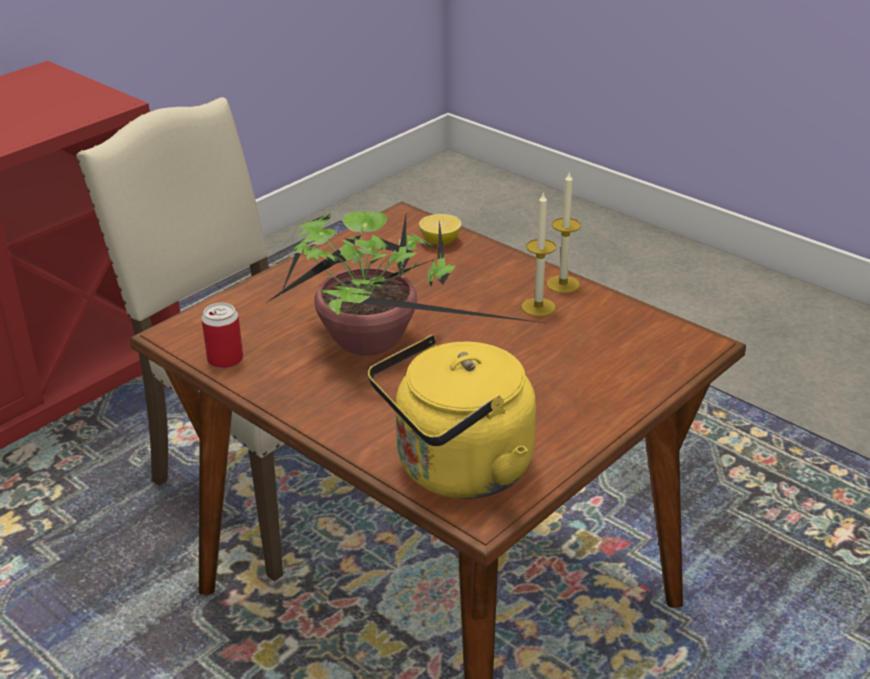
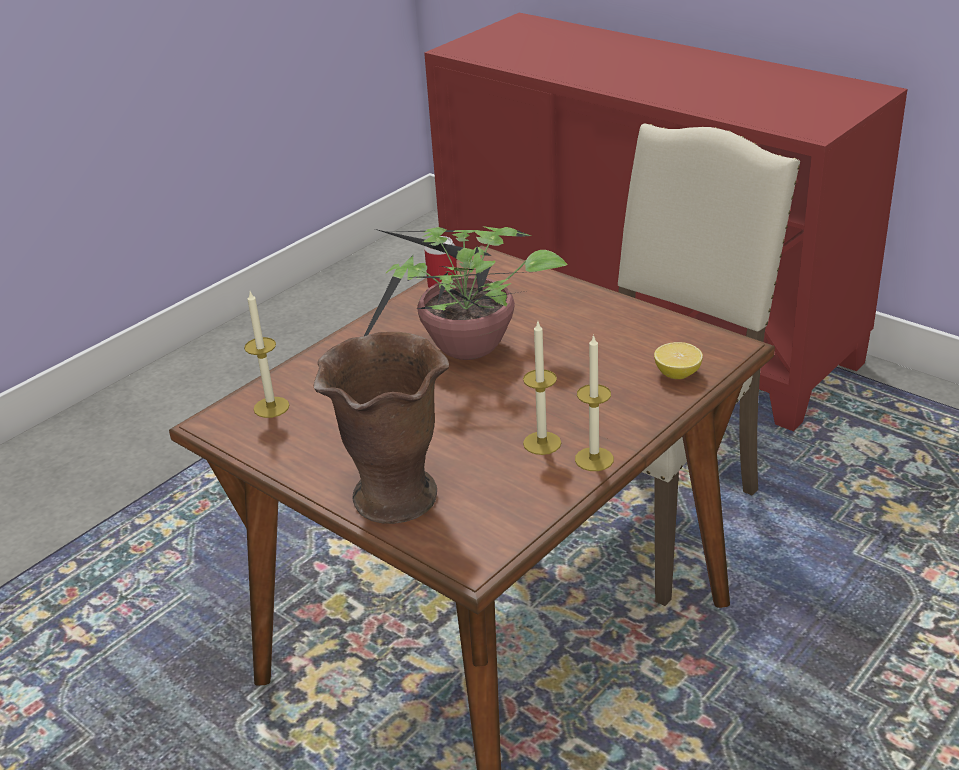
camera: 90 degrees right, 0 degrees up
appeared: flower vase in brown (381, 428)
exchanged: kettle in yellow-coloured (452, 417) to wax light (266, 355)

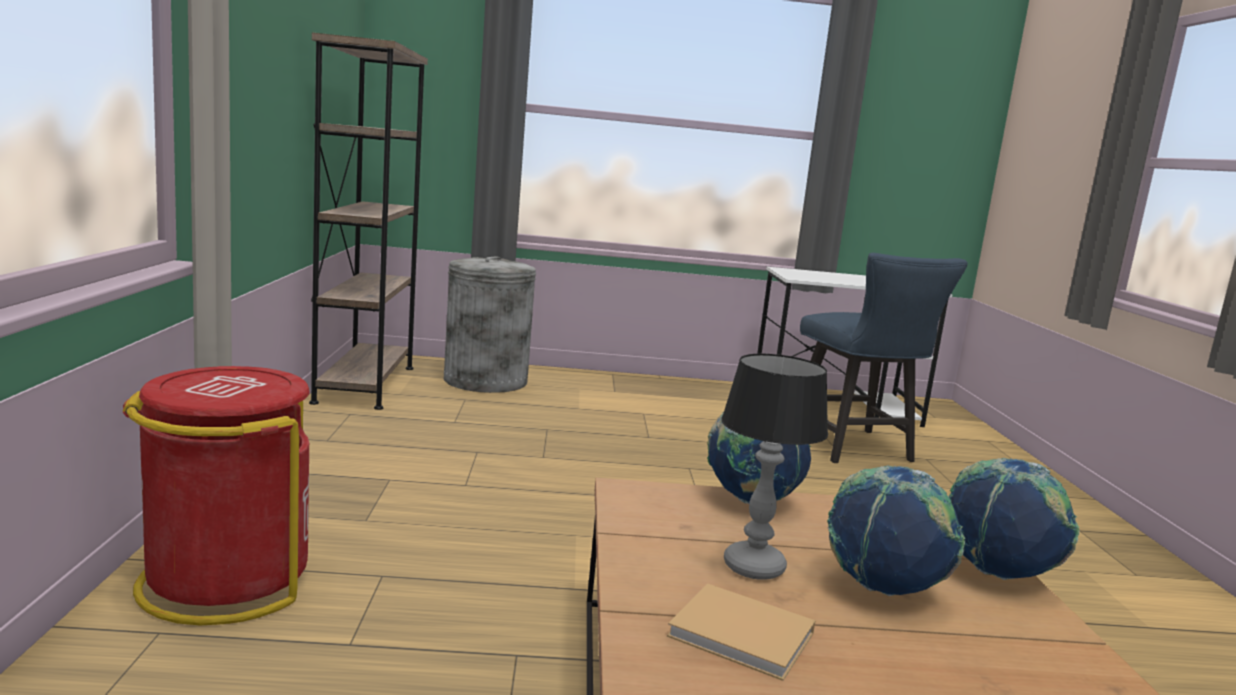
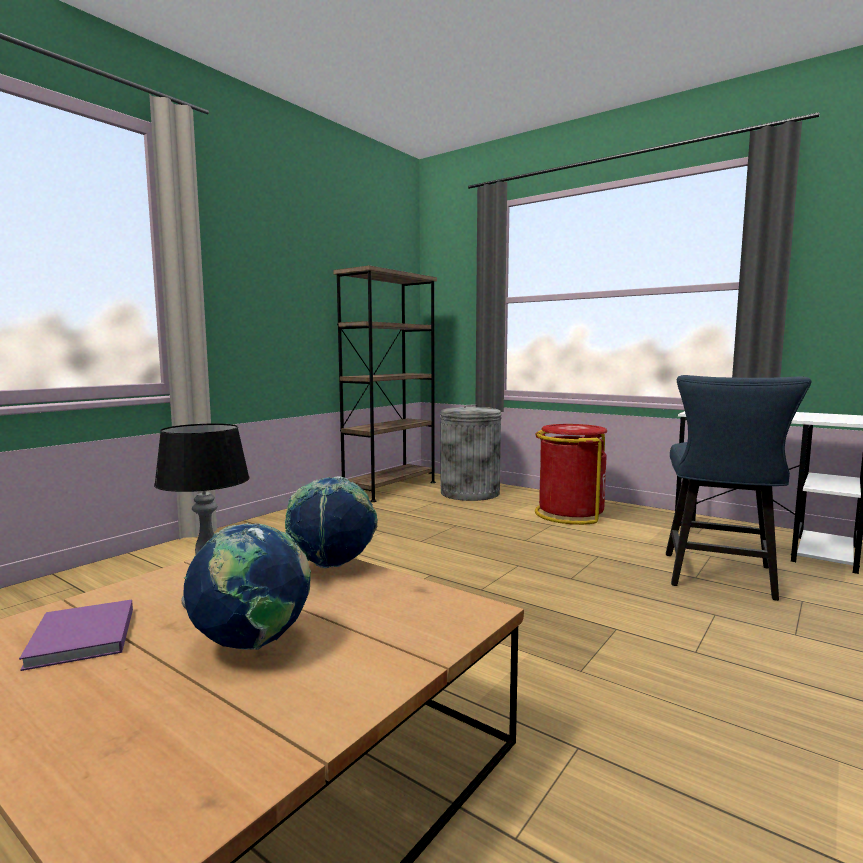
camera: 40 degrees right, 5 degrees down
missing: world globe (1014, 519)
relocated: rubbish bin in red (216, 495) to (571, 474)
colour: bound book in sand-coloured (741, 632) to bound book in purplish (76, 635)

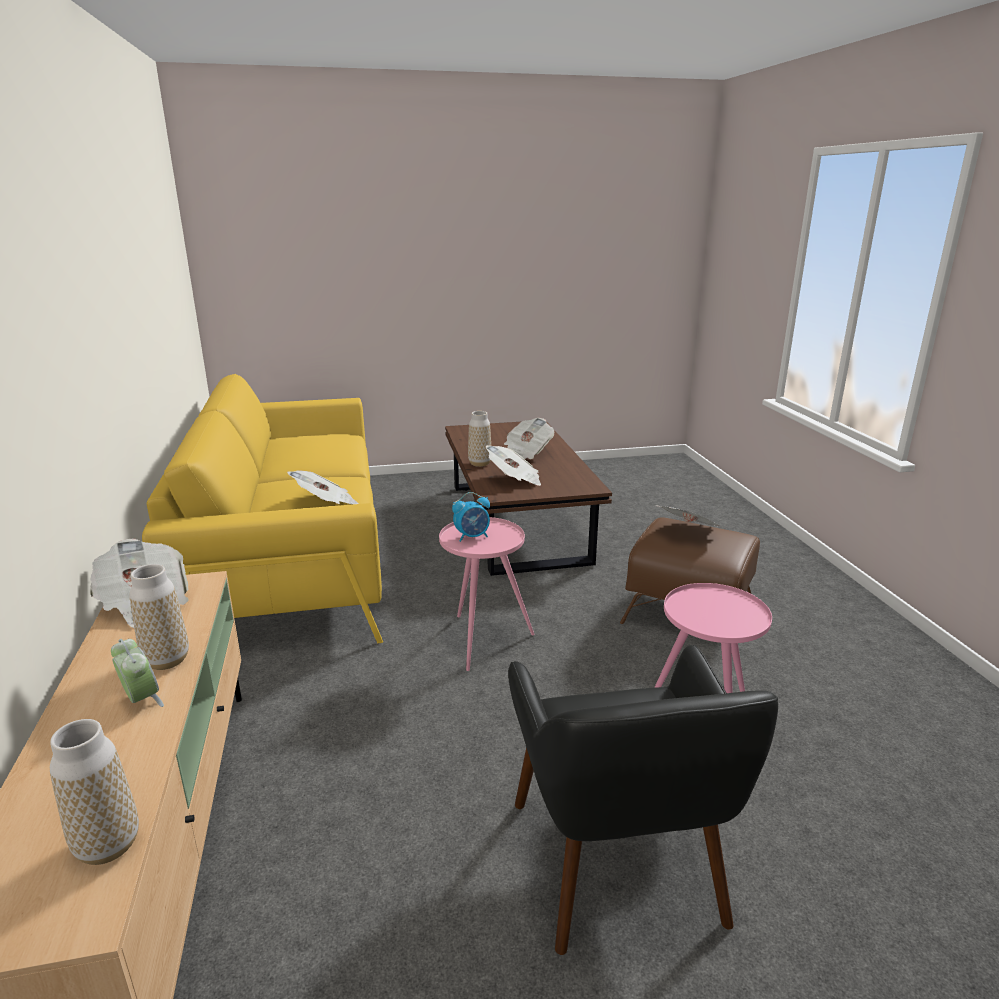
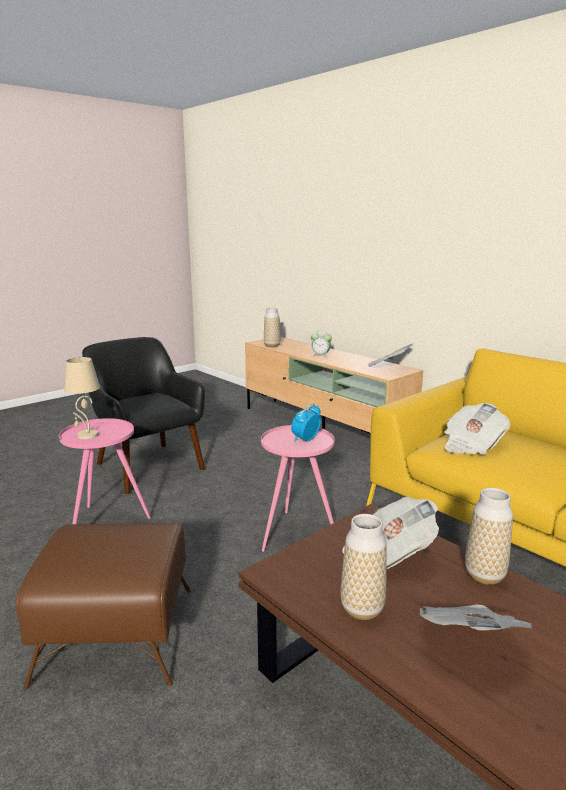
camera: 150 degrees right, 5 degrees down
missing: newspaper (687, 515)
appeared: lamp for a table in sand-coloured (82, 398)
relocated: flower vase (159, 617) to (363, 567)

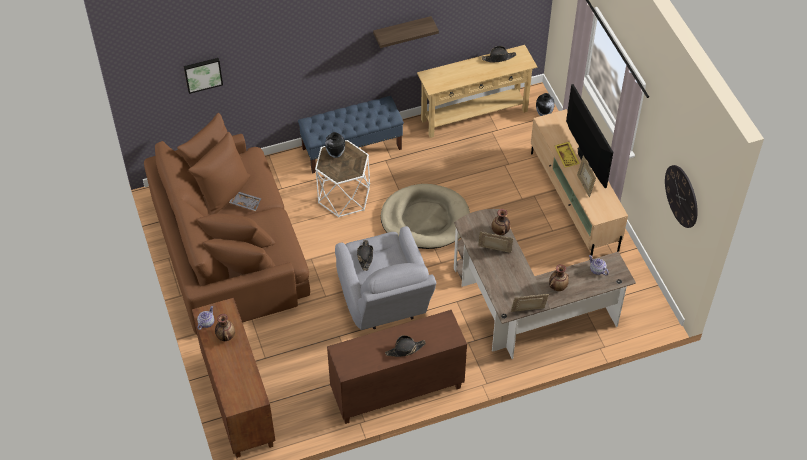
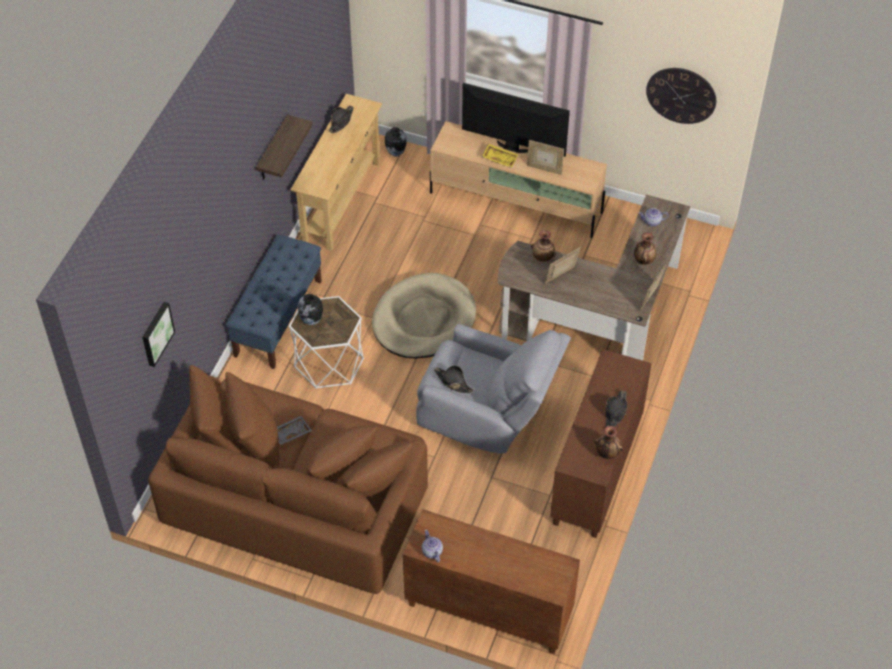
camera: 50 degrees left, 0 degrees up
relocated: flower vase (225, 327) to (608, 442)

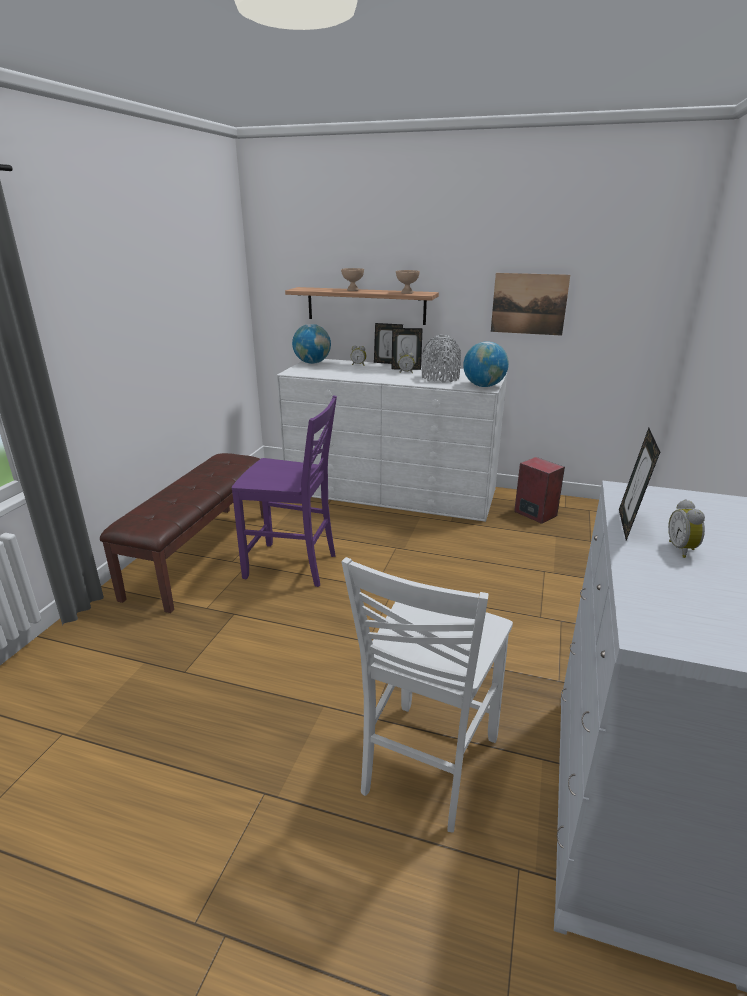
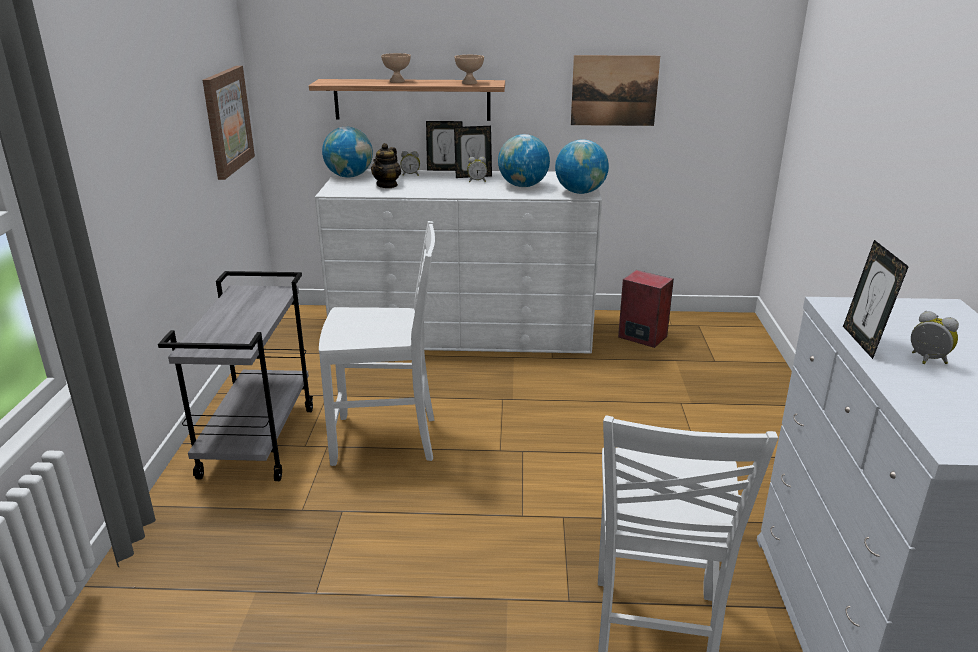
camera: 15 degrees left, 0 degrees up
appeared: wall art (229, 123); teapot (386, 165)
exchanged: indoor bench in brown (181, 533) to cart in greyish (235, 376); flower vase in greyish (441, 358) to world globe (524, 160)
colour: upright chair in purplish (284, 491) to upright chair in whitish (377, 343)
spun: alarm clock (686, 528) = (935, 337) 150 degrees clockwise

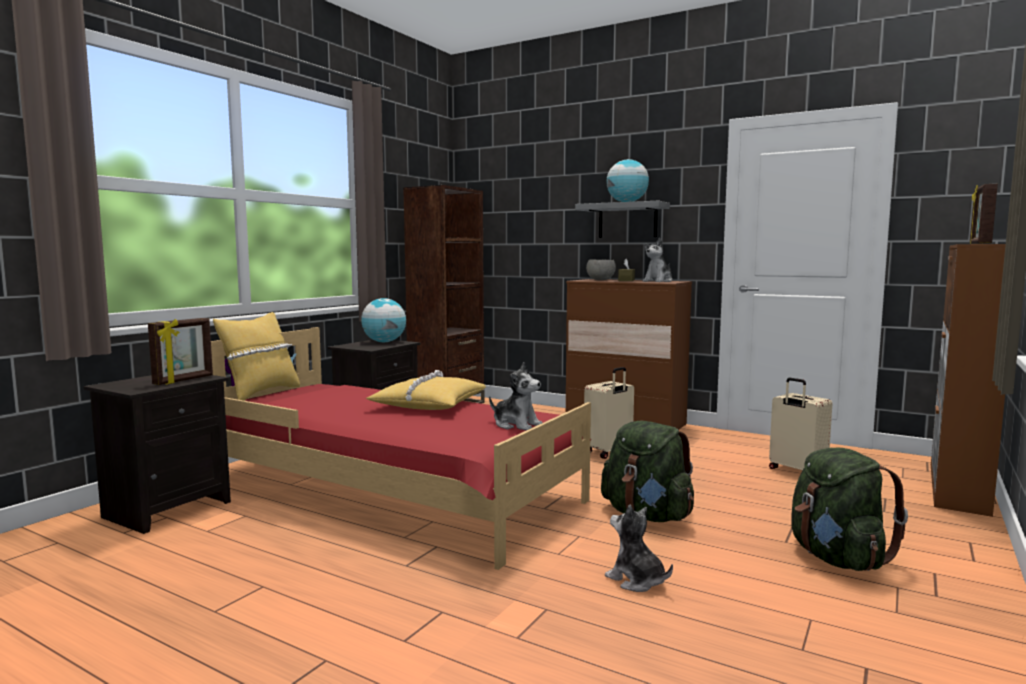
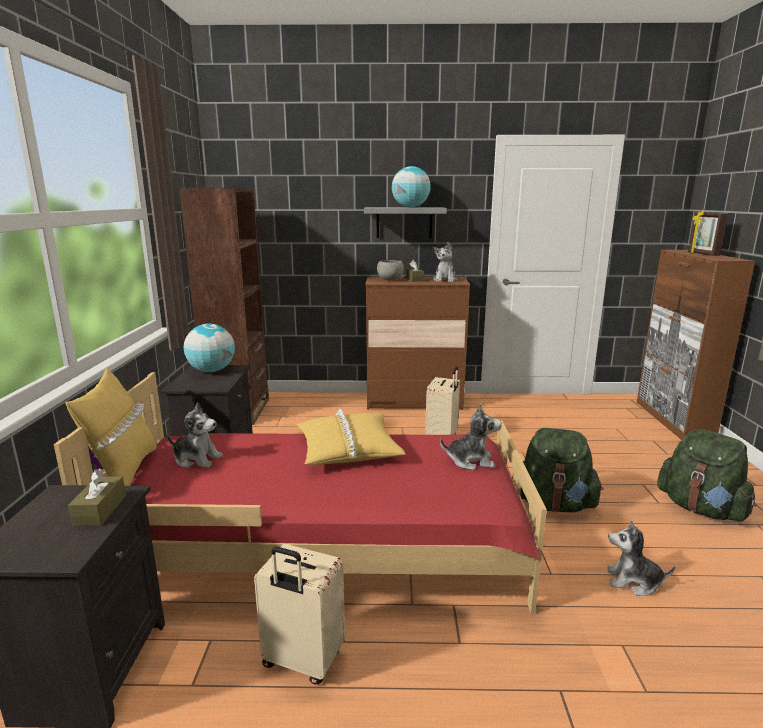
camera: 30 degrees left, 10 degrees up
appeared: soft toy (195, 435)
relocated: suitcase in sand-coloured (801, 424) to (299, 614)
exchanged: picture frame (180, 351) to box of tissues in brown (97, 497)

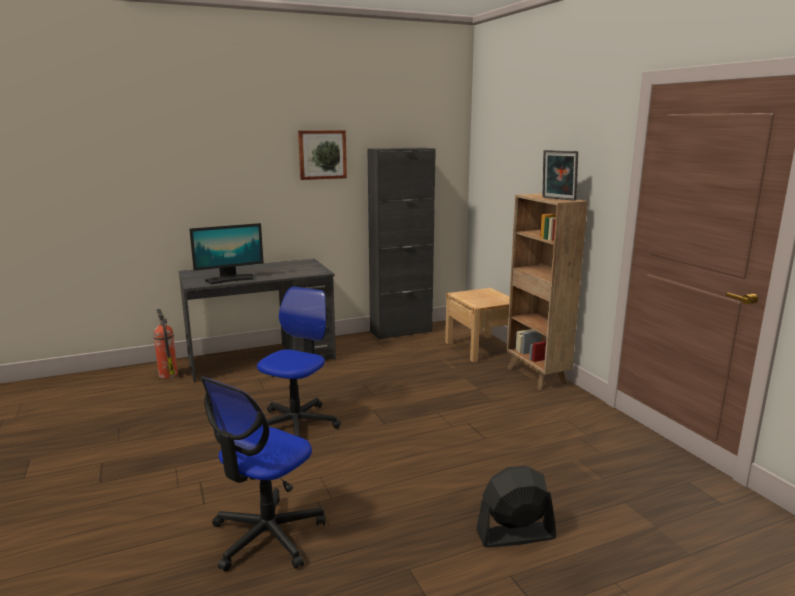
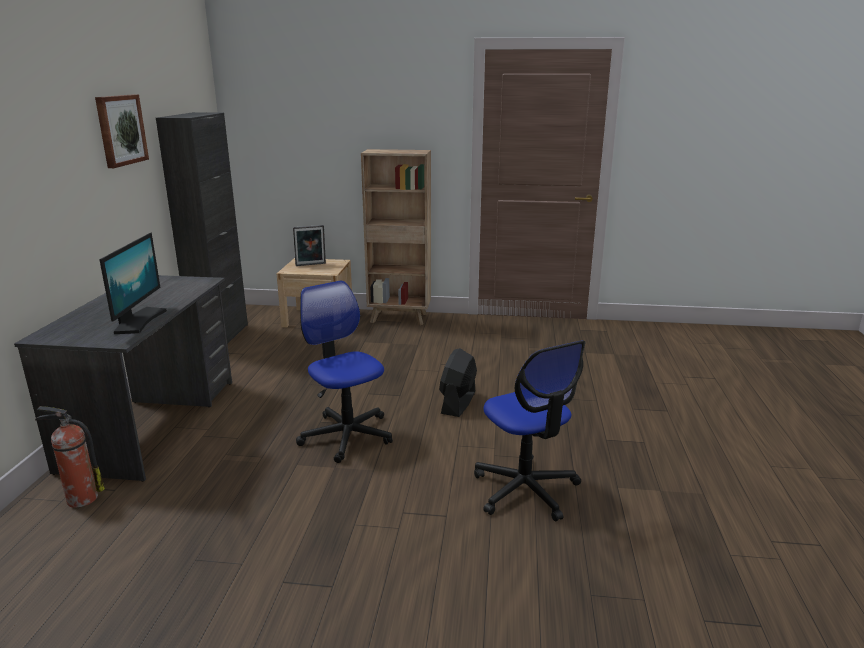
camera: 60 degrees left, 5 degrees up
relocated: picture frame (560, 175) to (309, 245); cooling fan in black (516, 507) to (458, 382)

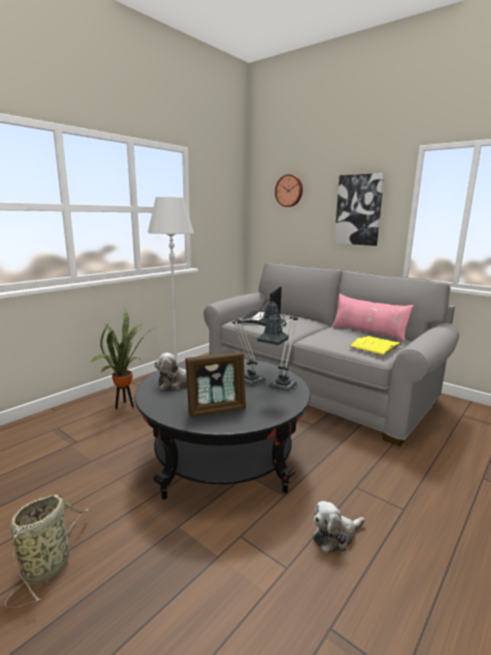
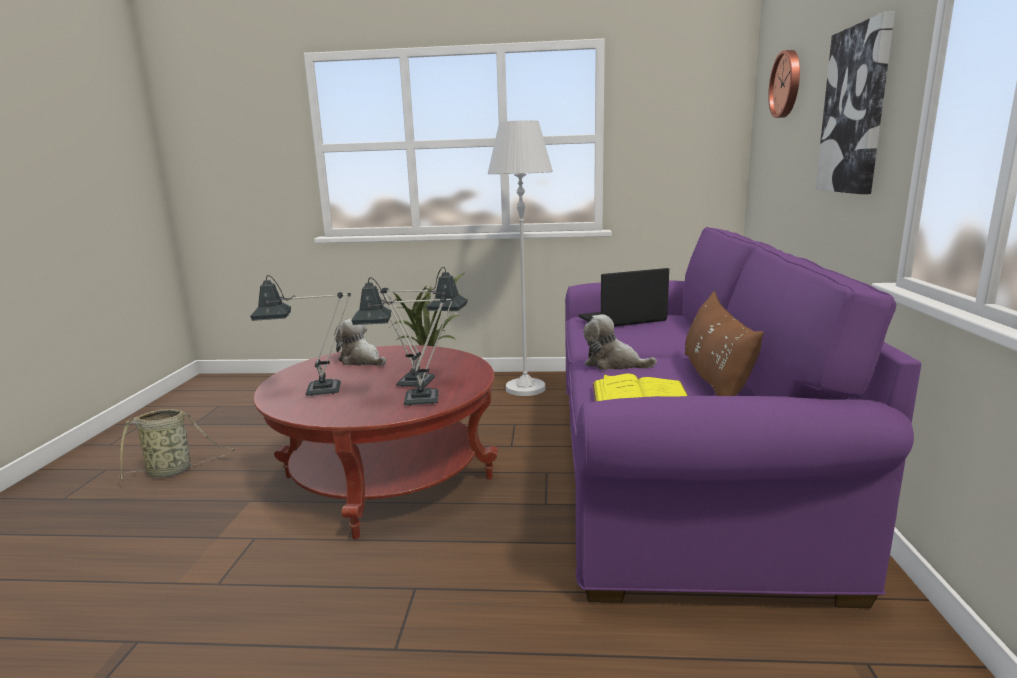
camera: 55 degrees right, 0 degrees up
relocated: soft toy (339, 527) to (620, 342)
exchanged: picture frame (215, 384) to lamp for a table (300, 335)
colour: coffee table in black (222, 429) to coffee table in red (375, 442); settee in greyish (331, 354) to settee in purplish (743, 417); throw pillow in pink-coloured (372, 317) to throw pillow in brown (724, 343)

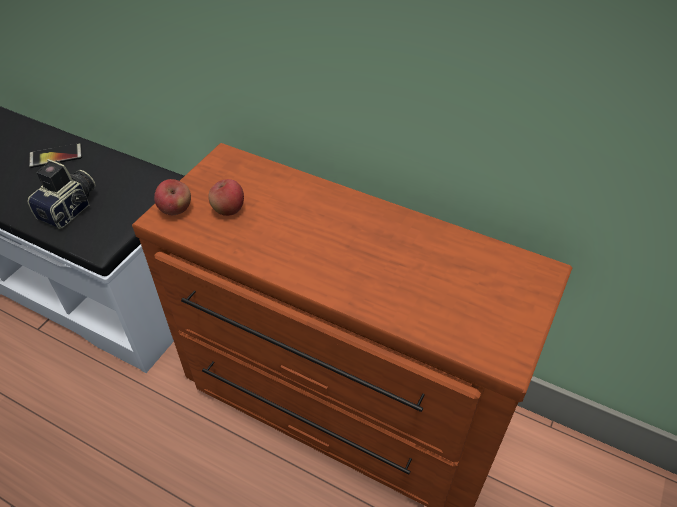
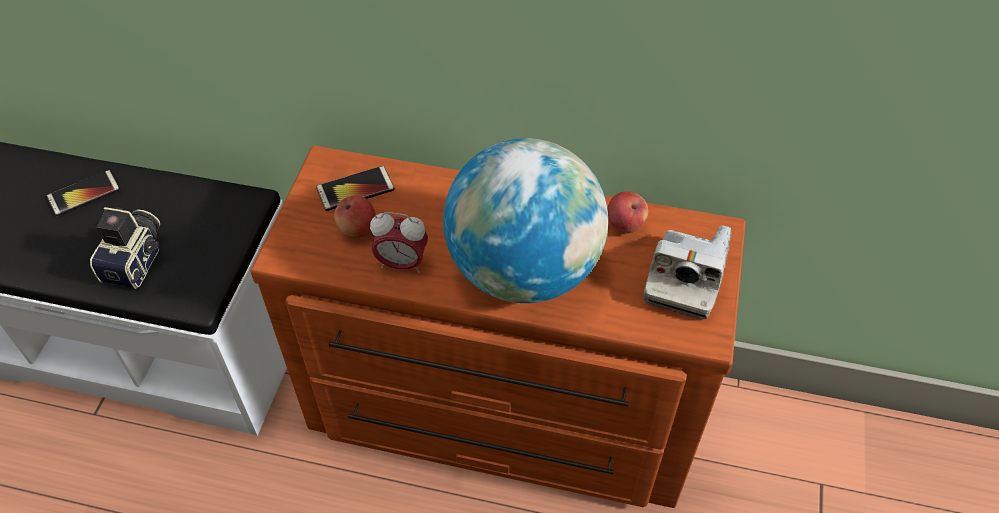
camera: 15 degrees left, 5 degrees up
appeared: phone (355, 188); alarm clock (399, 242); world globe (525, 220); photo camera (687, 272)
relocated: apple fruit (172, 197) to (627, 212)

